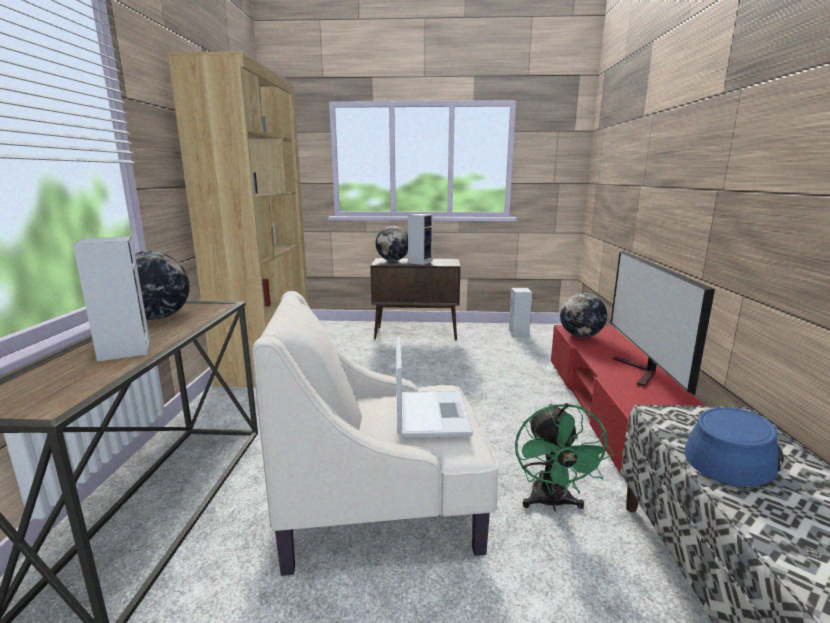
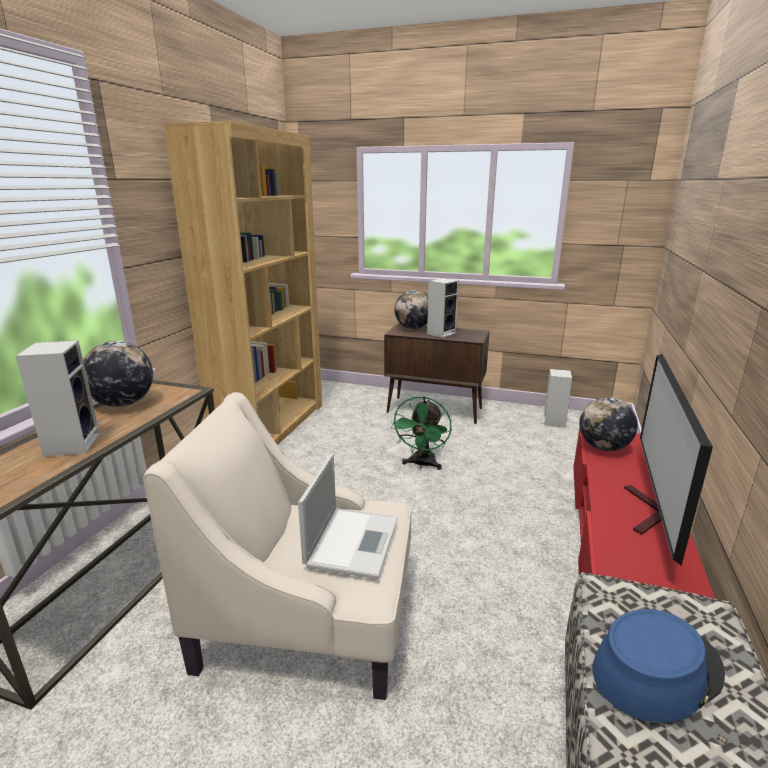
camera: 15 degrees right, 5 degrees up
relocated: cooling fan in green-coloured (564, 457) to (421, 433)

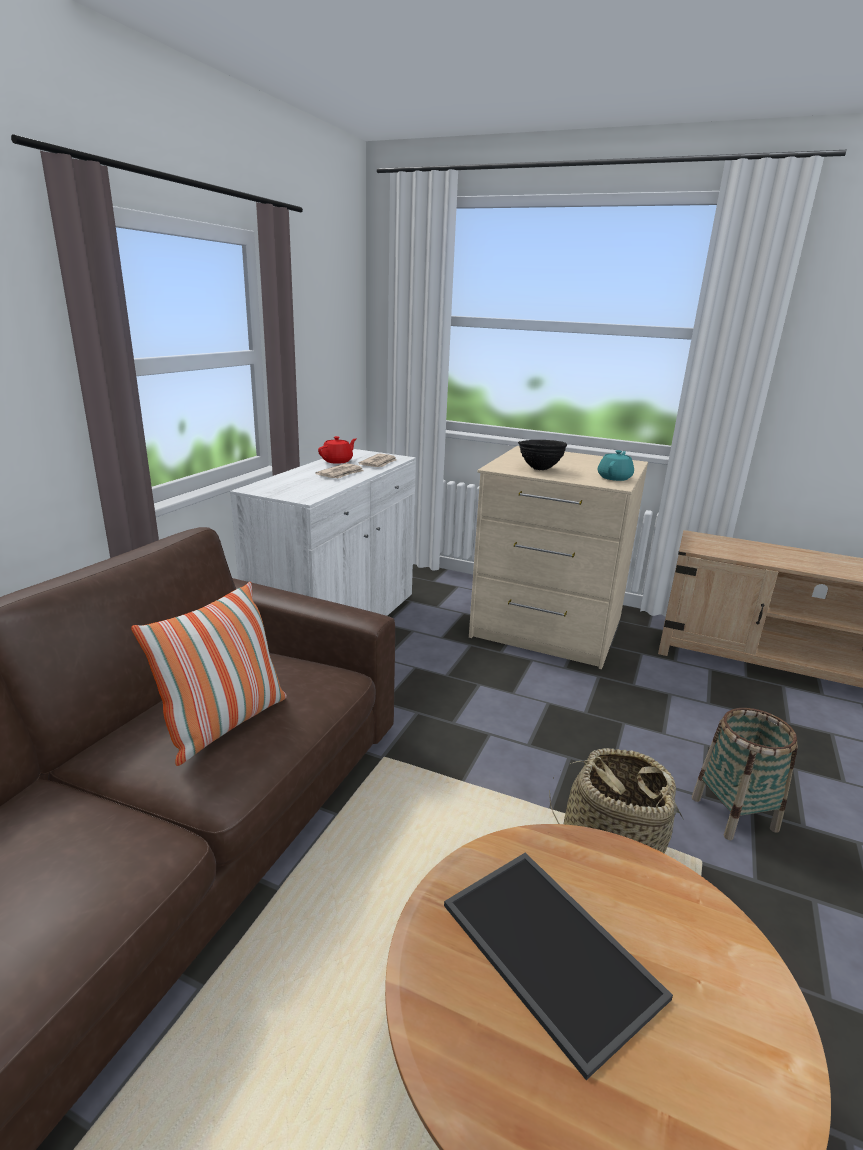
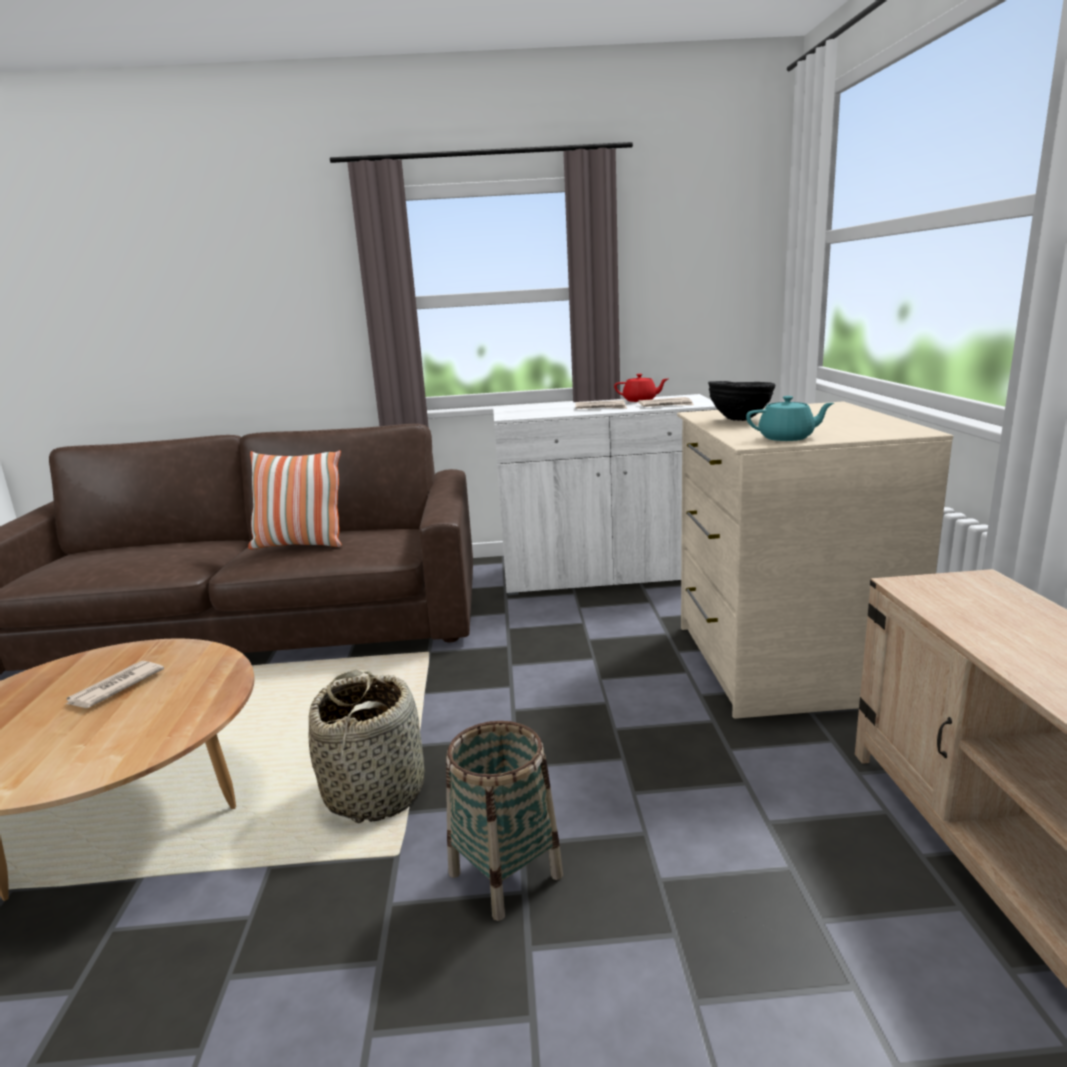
camera: 65 degrees right, 5 degrees down
exchanged: tray (558, 966) to newspaper (115, 684)

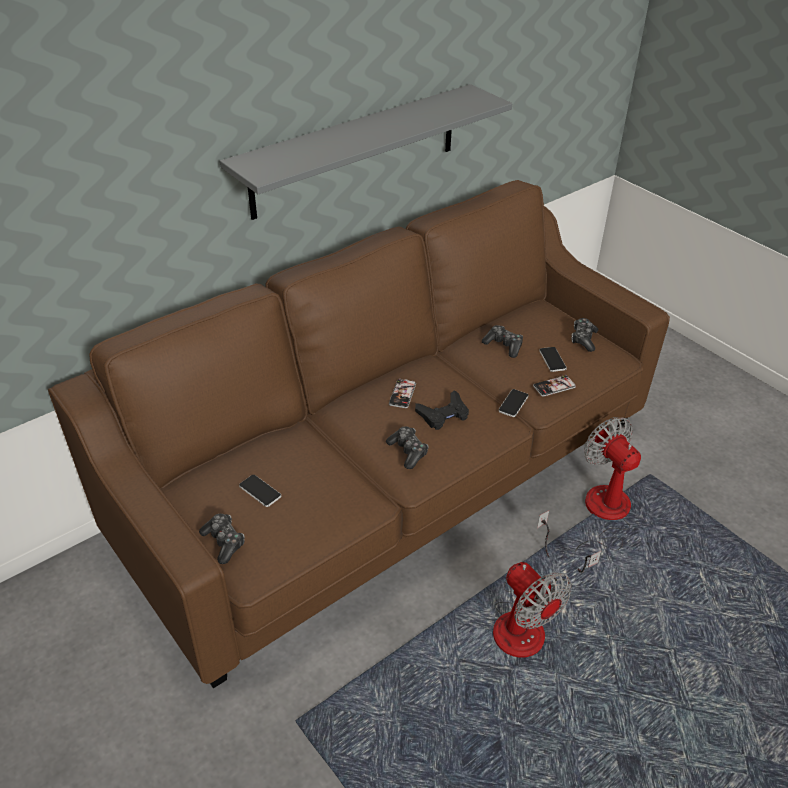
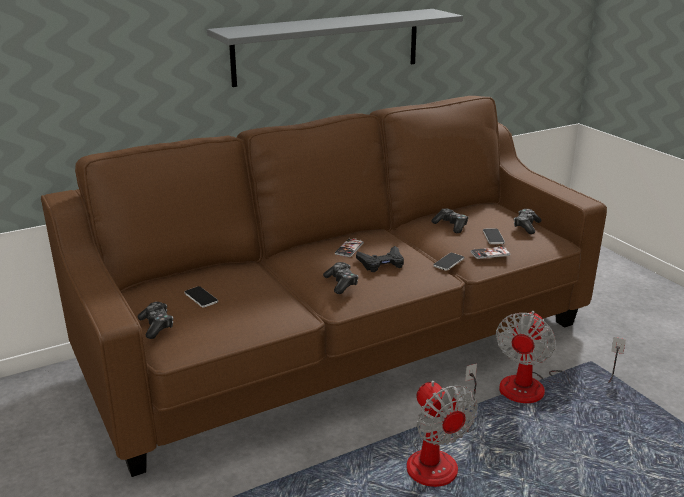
camera: 10 degrees right, 15 degrees down
spun: cooling fan (608, 495) = (561, 357) 135 degrees counterclockwise

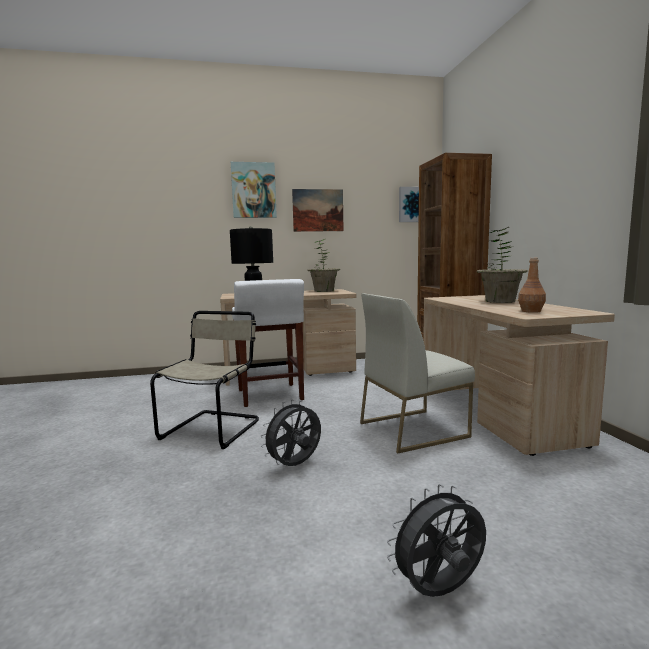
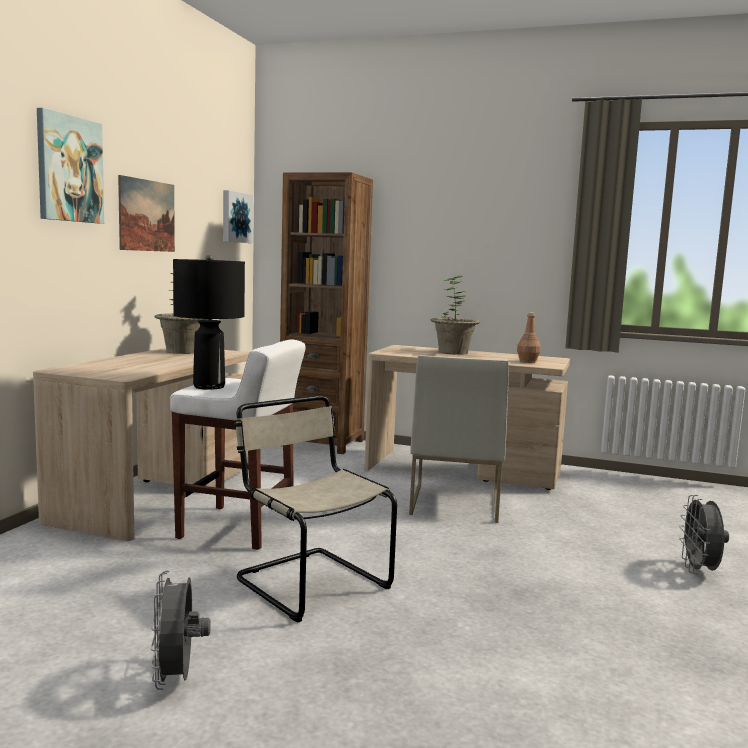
camera: 60 degrees left, 0 degrees up
relocated: cooling fan in greyish (291, 432) to (181, 630)

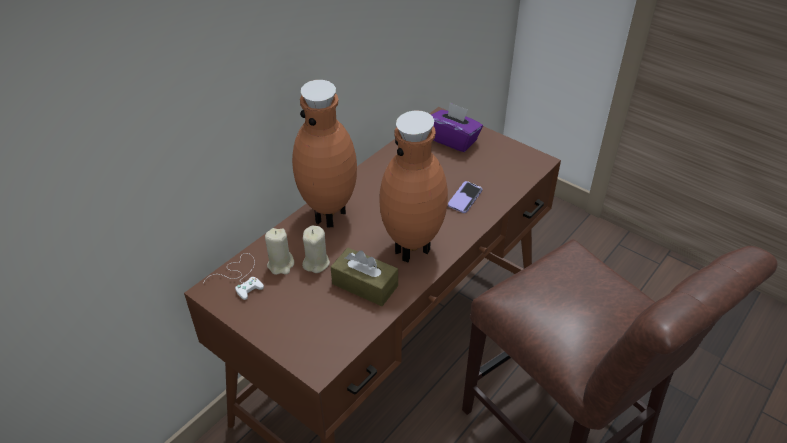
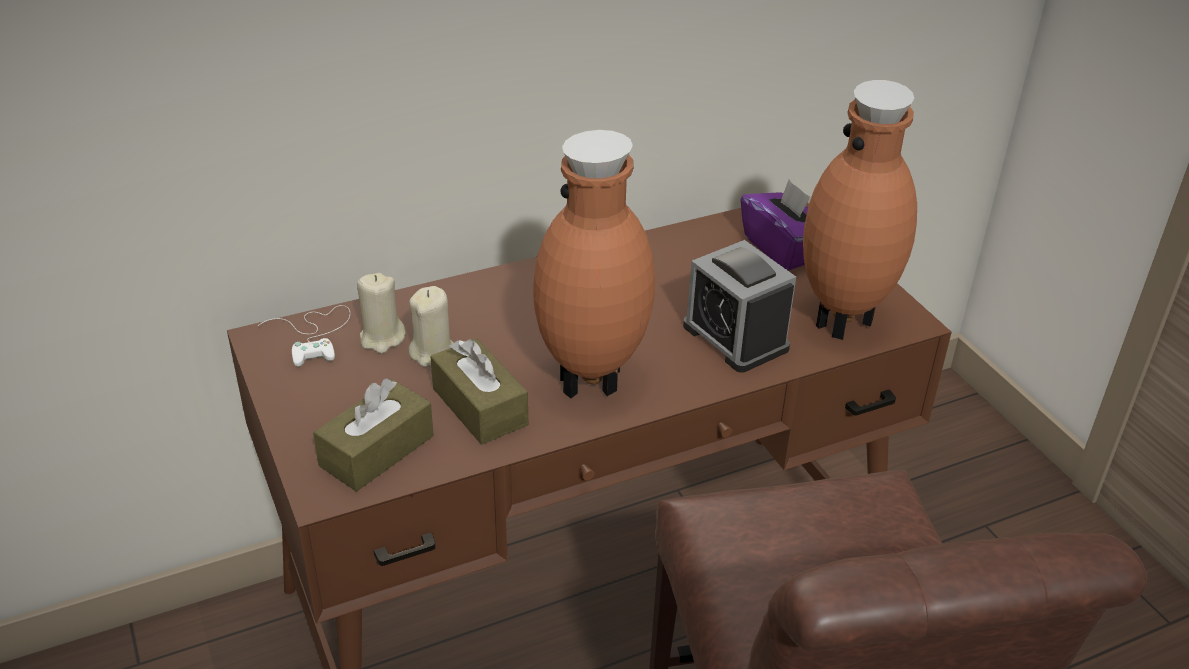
camera: 25 degrees right, 5 degrees down
appeared: box of tissues in brown (373, 435)
relocated: flower vase in brown (324, 154) to (860, 210)
exchanged: phone (465, 197) to alarm clock (739, 306)

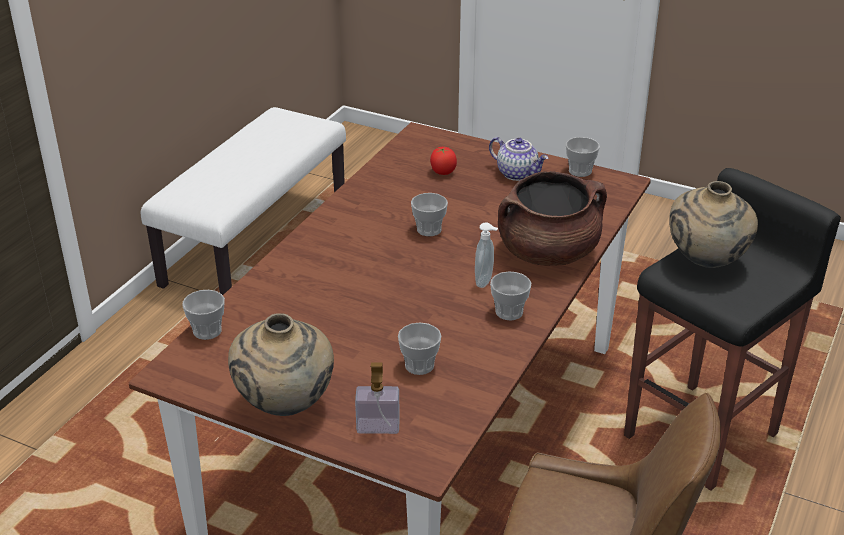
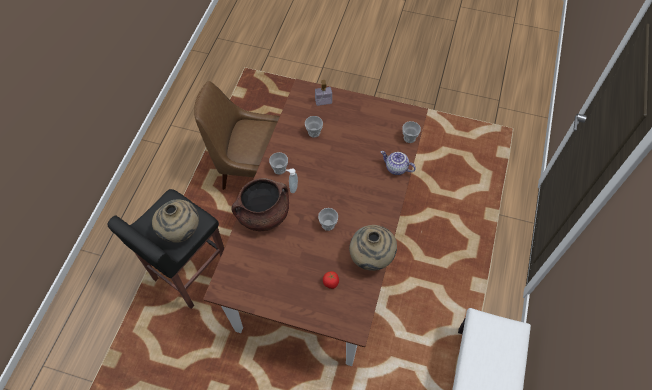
camera: 170 degrees right, 25 degrees up
missing: small cup (583, 157)
relocated: flower vase in sand-coloured (281, 364) to (373, 248); teapot (518, 159) to (398, 163)

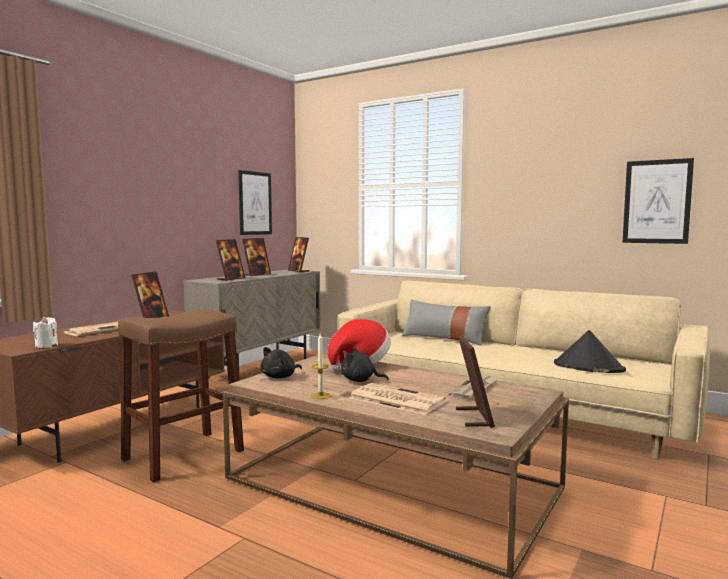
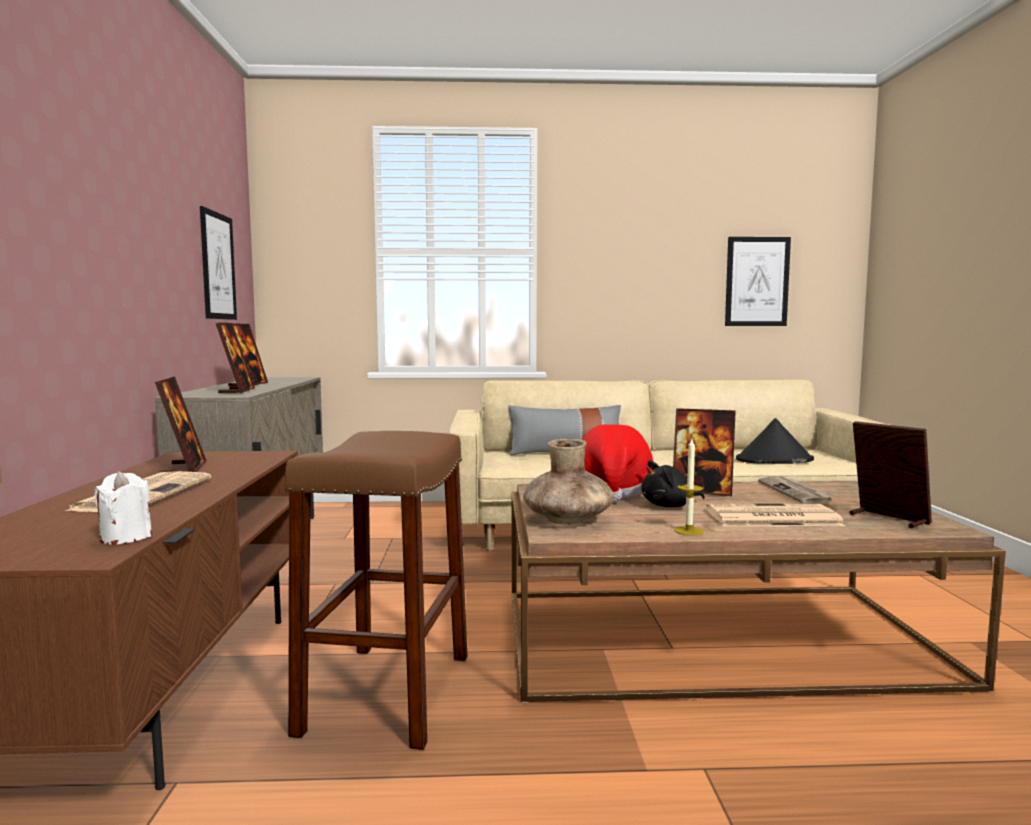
camera: 35 degrees left, 0 degrees up
relocated: picture frame (298, 254) to (704, 452)
exchanged: soft toy in black (281, 362) to flower vase in brown (568, 481)

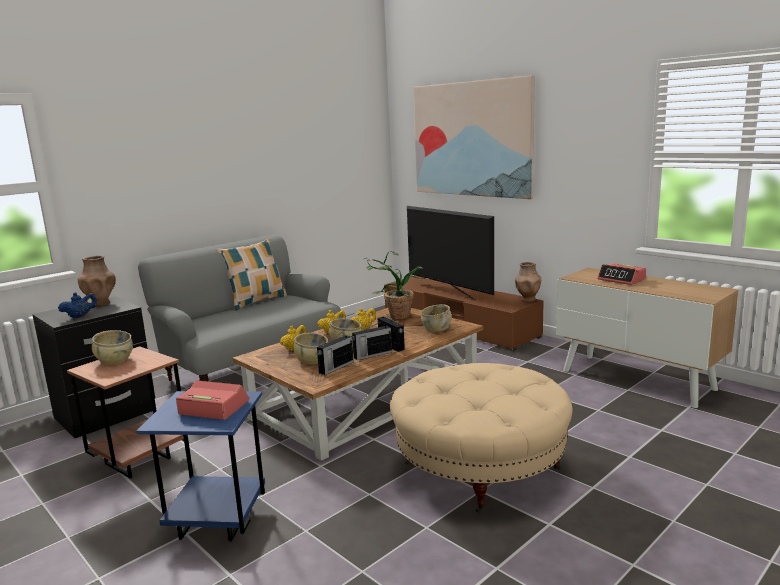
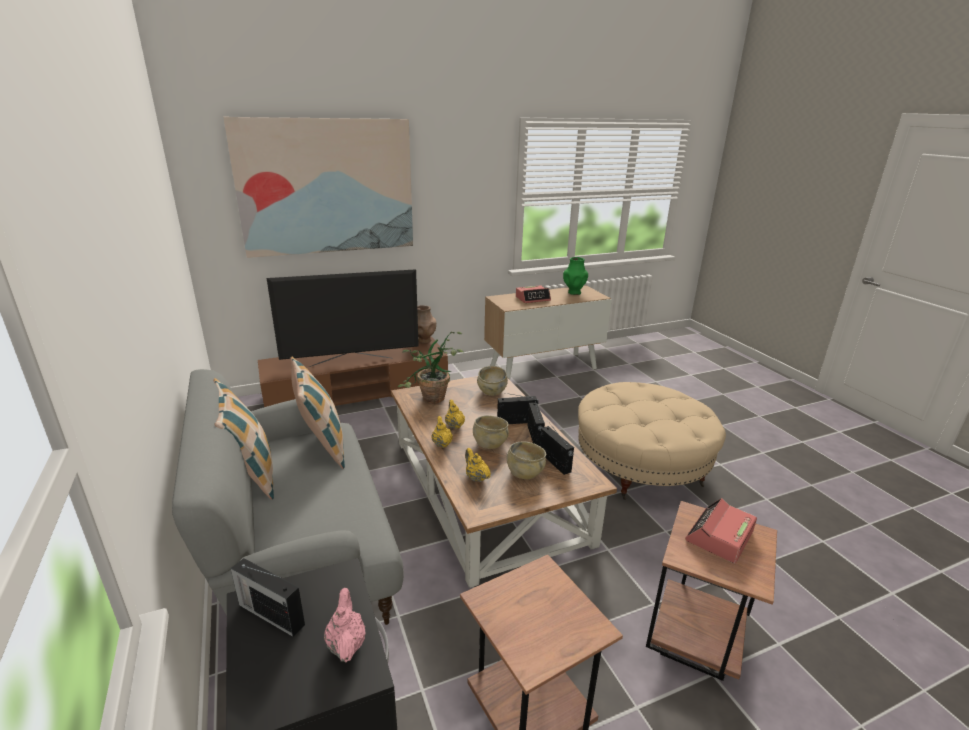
camera: 70 degrees left, 10 degrees up
missing: serving bowl in sand-coloured (112, 347)
appeared: throw pillow (317, 413); flower vase in green-coloured (575, 276)
exchanged: flower vase in brown (97, 281) to radio (267, 597)
colour: teapot in blue (78, 305) to teapot in pink-coloured (345, 625); side table in blue (200, 466) to side table in brown (711, 591)

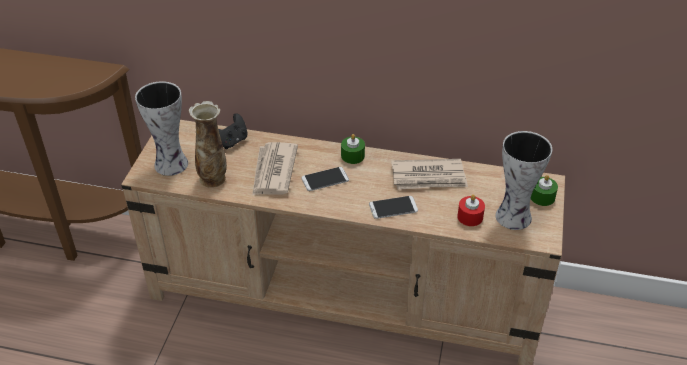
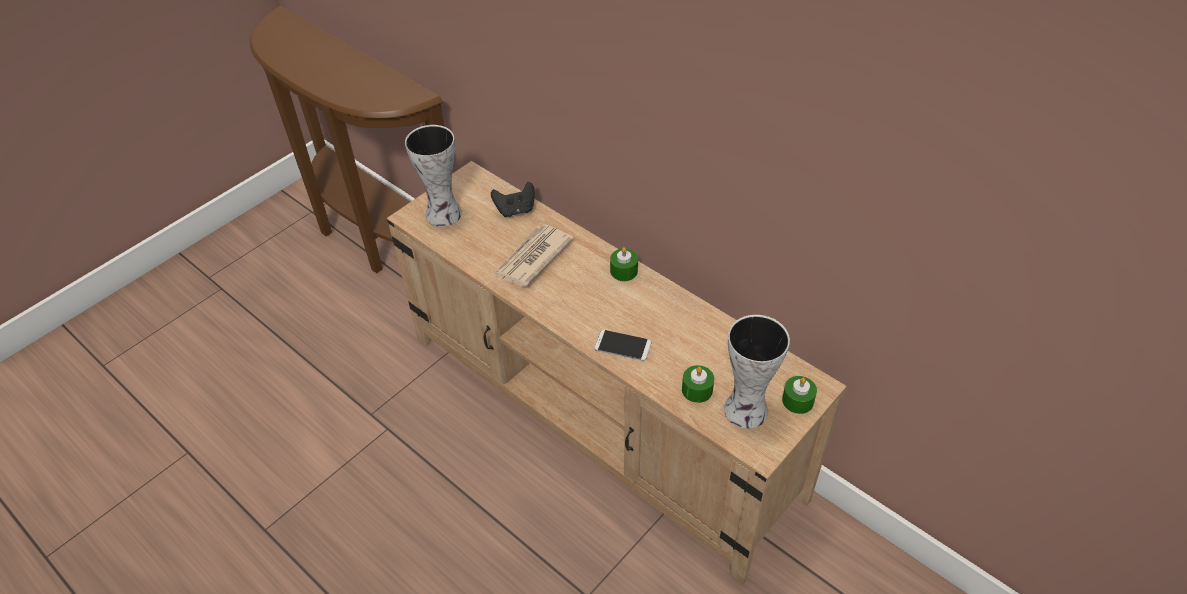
camera: 30 degrees right, 5 degrees up
missing: flower vase (208, 144); phone (325, 179); newspaper (429, 174)
colour: wax light in red (471, 210) to wax light in green-coloured (698, 384)

